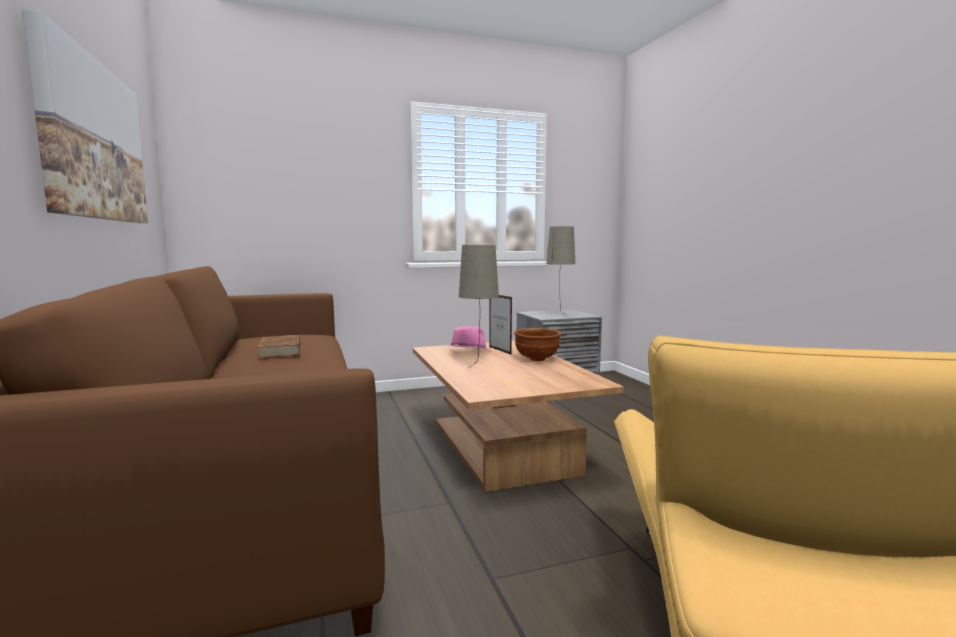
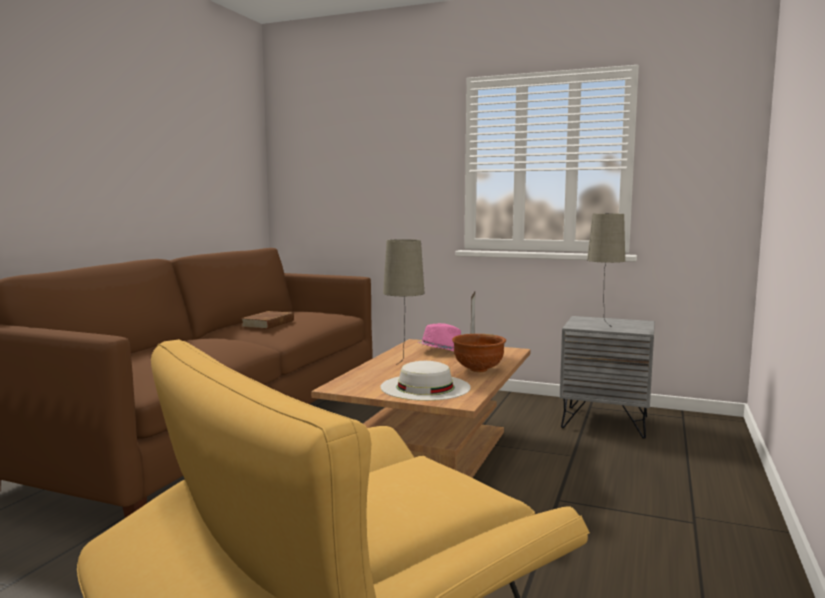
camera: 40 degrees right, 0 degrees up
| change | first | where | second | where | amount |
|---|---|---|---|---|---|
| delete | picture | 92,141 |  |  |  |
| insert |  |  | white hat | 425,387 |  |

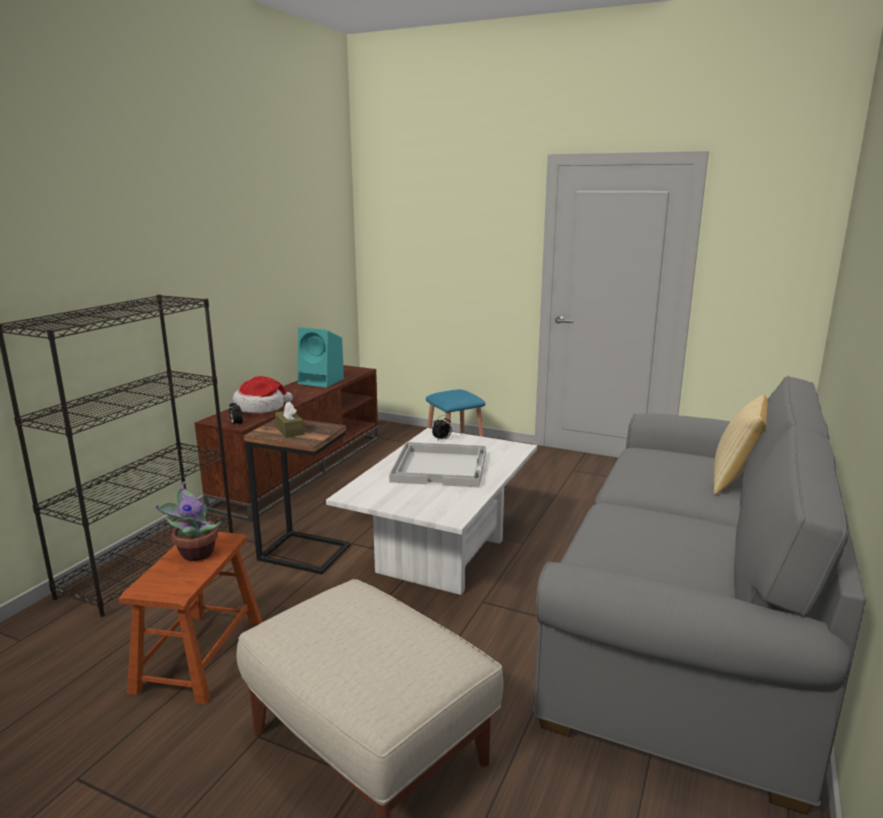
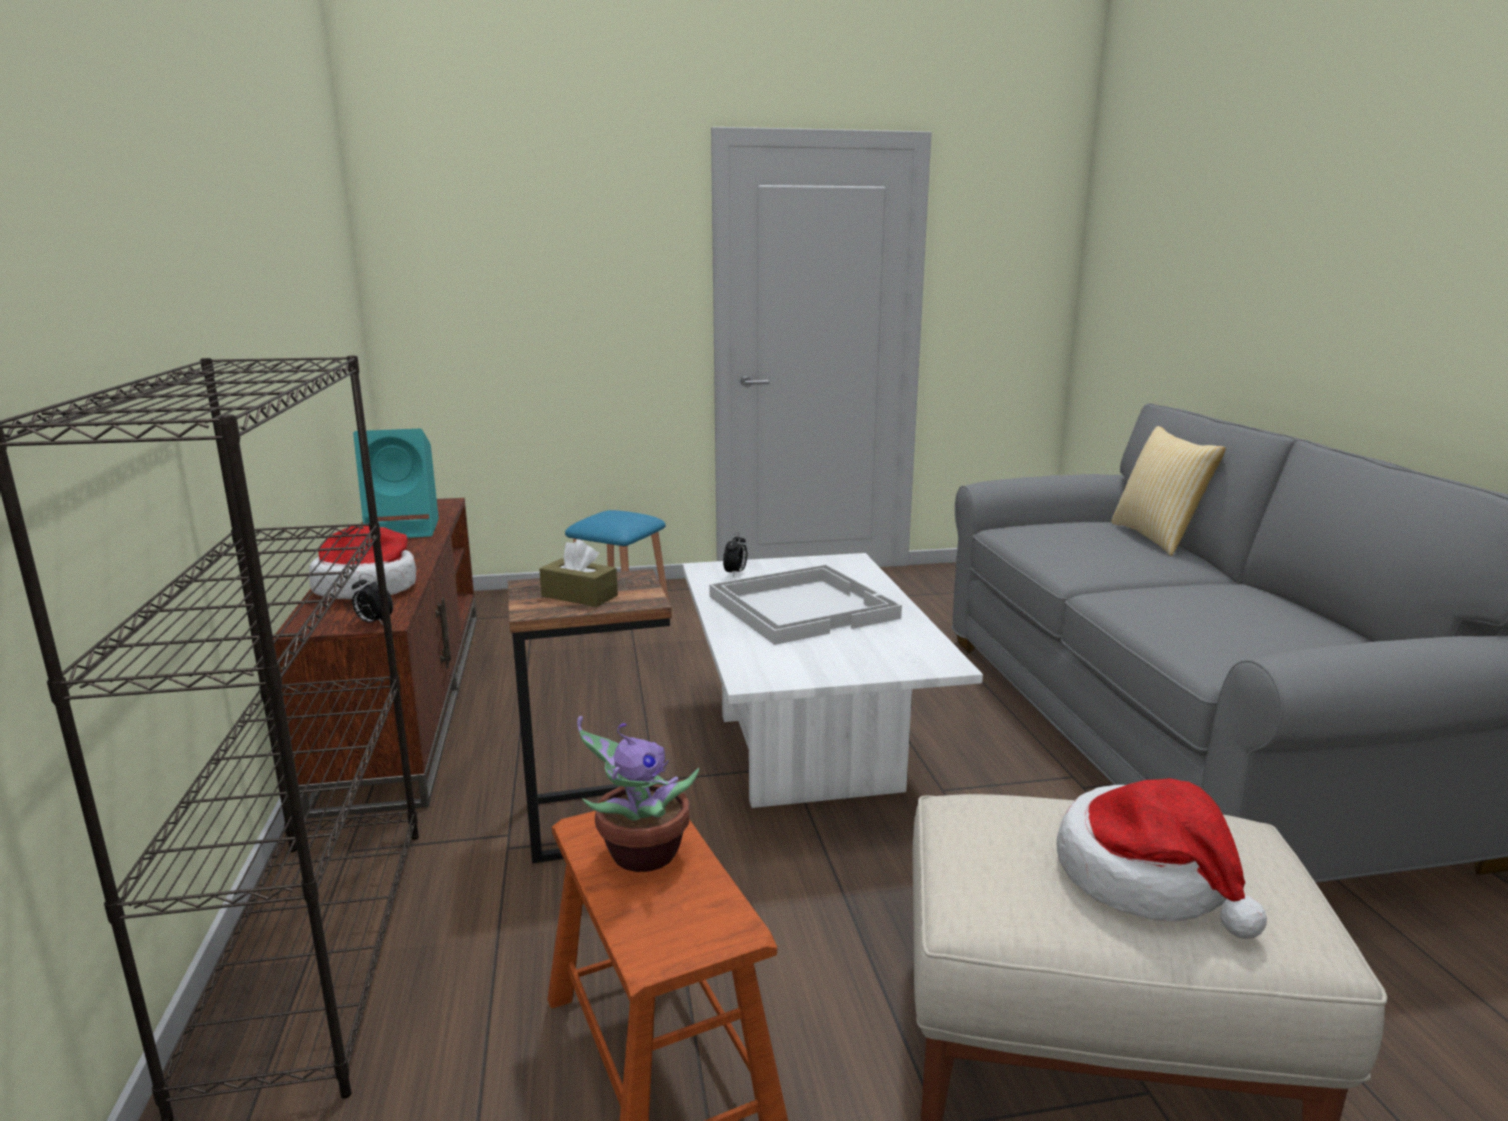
camera: 35 degrees left, 0 degrees up
| change | first | where | second | where | amount |
|---|---|---|---|---|---|
| insert |  |  | hat | 1147,878 |  |

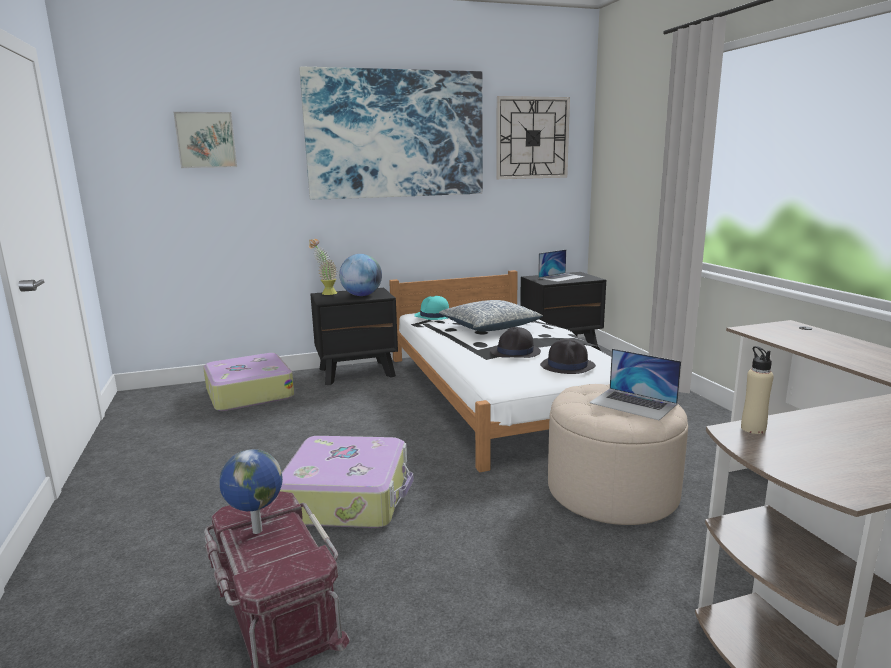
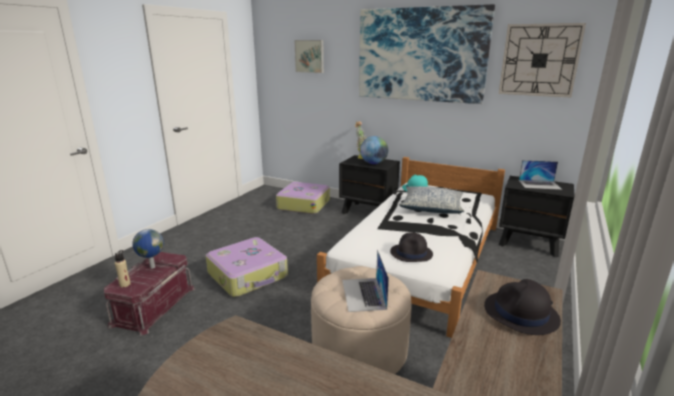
camera: 45 degrees right, 5 degrees up
| change | first | where | second | where | amount |
|---|---|---|---|---|---|
| move | black hat | 515,352 |  | 520,313 |  |
| move | beige bottle | 753,429 |  | 125,284 |  |

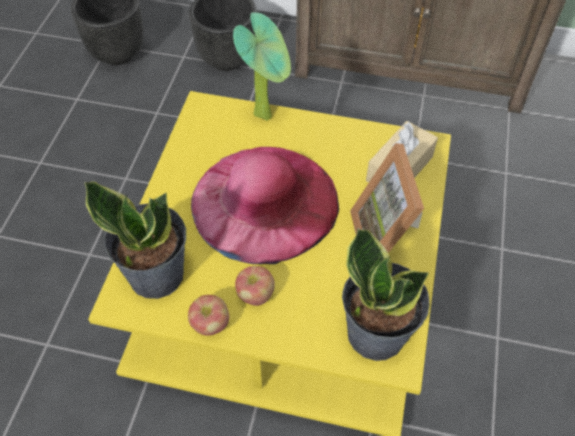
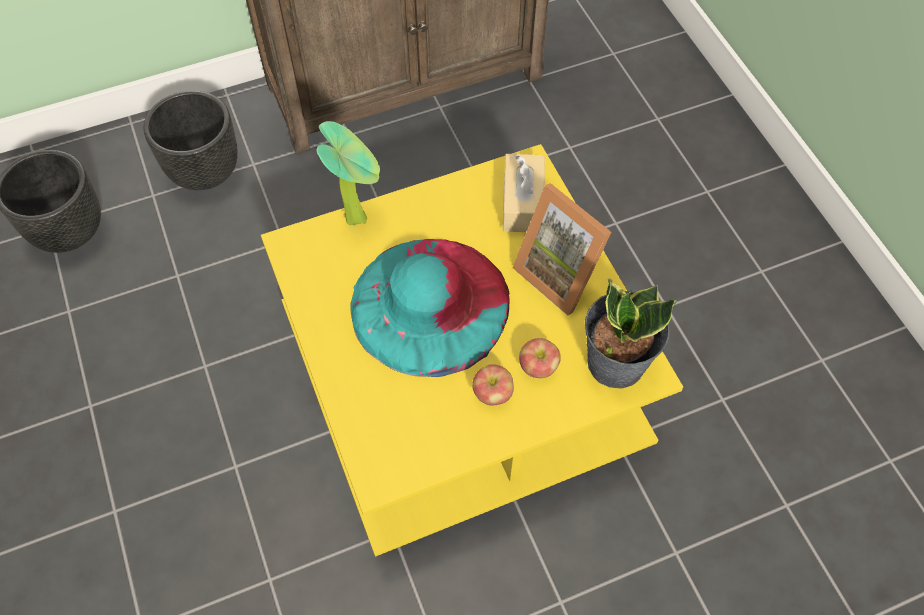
camera: 35 degrees left, 5 degrees up
| change | first | where | second | where | amount |
|---|---|---|---|---|---|
| delete | potted plant | 156,274 |  |  |  |
| move | apple | 210,324 |  | 538,367 |  |
| recolor | pink hat | 264,202 | turquoise hat | 430,304 |  |

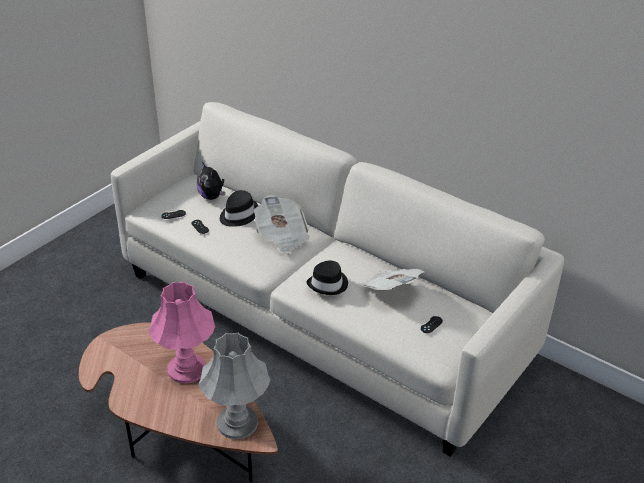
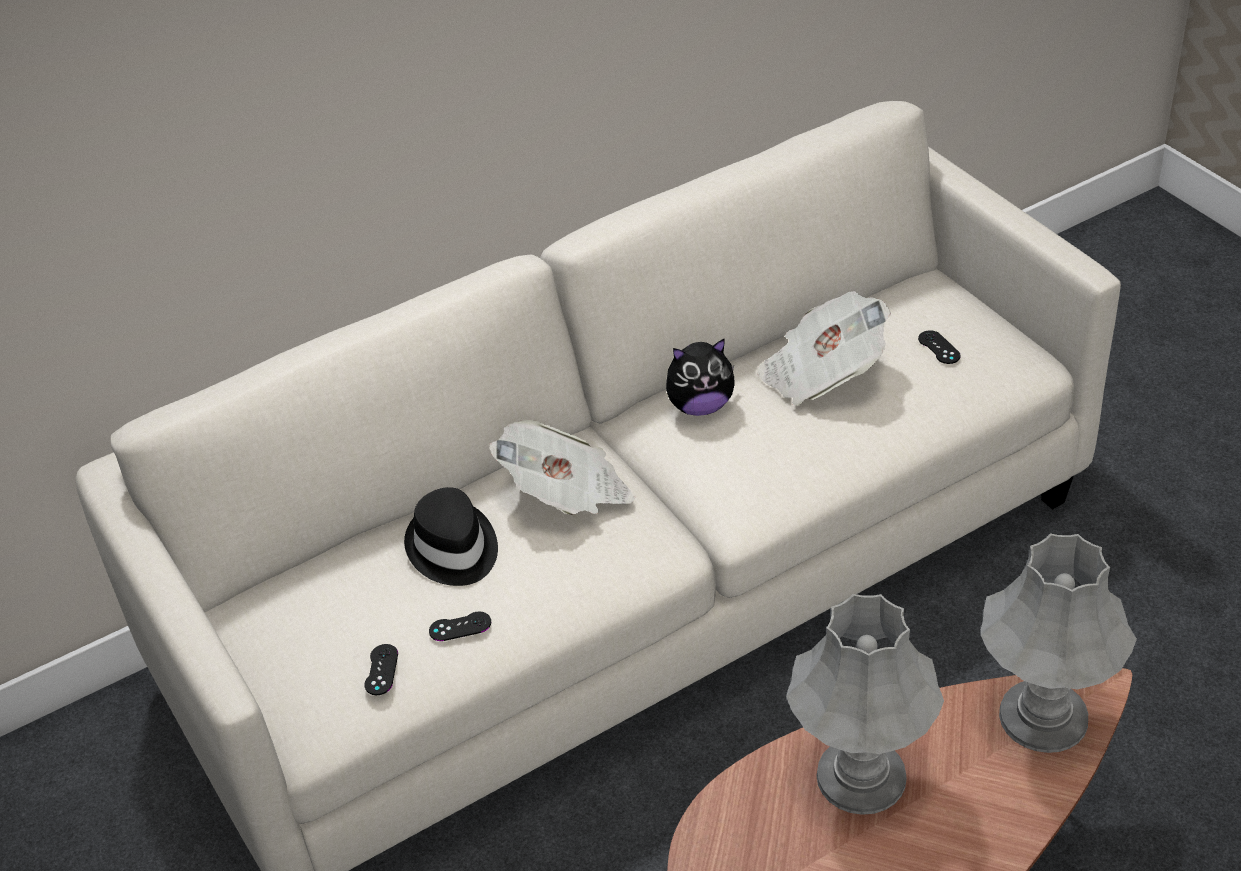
camera: 65 degrees left, 5 degrees up
| change | first | where | second | where | amount |
|---|---|---|---|---|---|
| recolor | pink table lamp | 186,368 | grey table lamp | 860,777 |  |
| move | plush toy | 212,197 |  | 700,406 |  |
| delete | black hat | 328,284 |  |  |  |

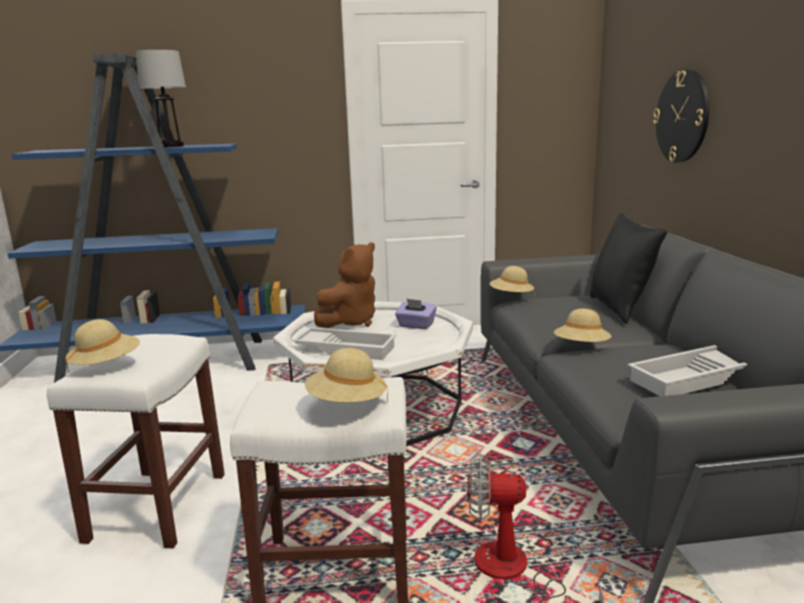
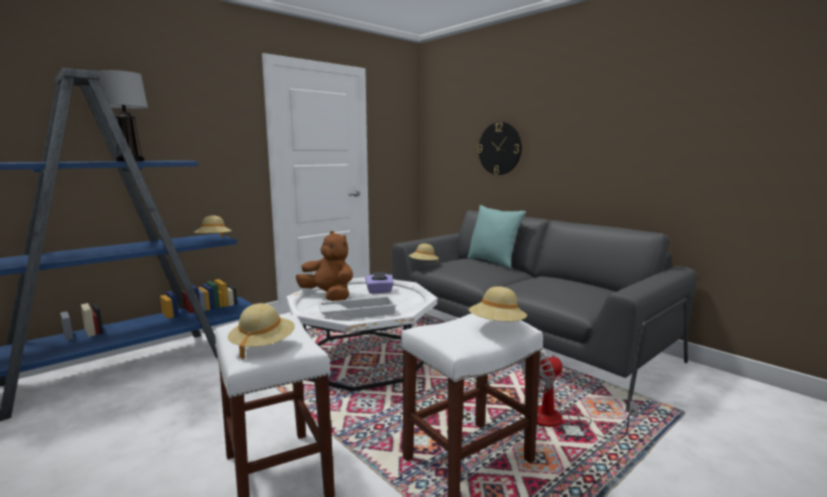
camera: 35 degrees left, 5 degrees down
| change | first | where | second | where | amount |
|---|---|---|---|---|---|
| rotate | brown plush toy | 350,322 |  | 329,296 | 60 degrees counterclockwise |
| move | beige hat | 581,347 |  | 214,240 |  |
| recolor | black pillow | 620,309 | turquoise pillow | 493,262 |  |
| delete | white tray | 693,379 |  |  |  |

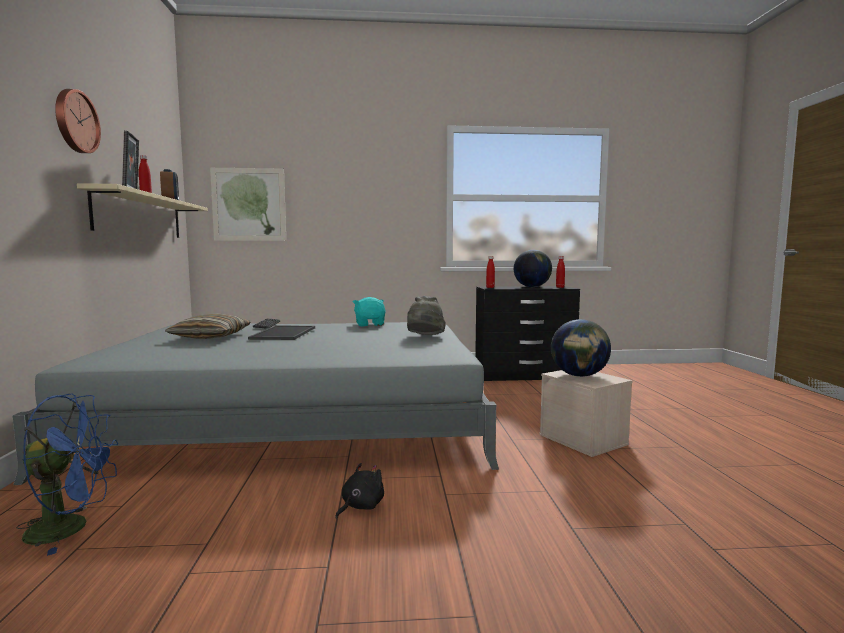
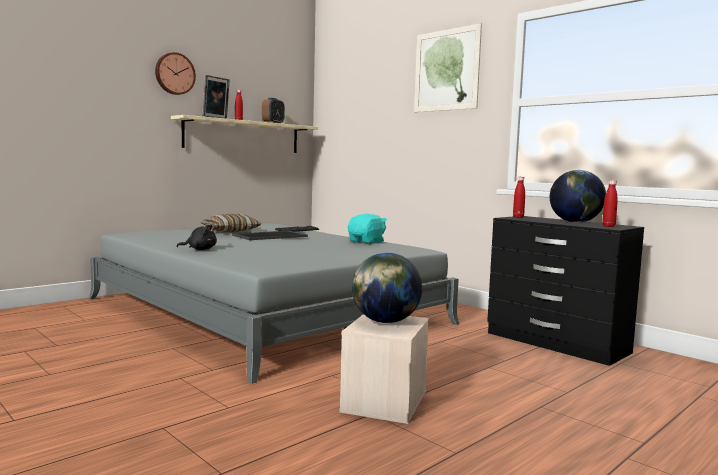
camera: 50 degrees right, 0 degrees up
| change | first | where | second | where | amount |
|---|---|---|---|---|---|
| delete | blue fan | 71,528 |  |  |  |
| move | picture | 249,204 |  | 446,70 |  |
| move | black plush toy | 360,506 |  | 200,249 |  |
| delete | grey hat | 425,337 |  |  |  |

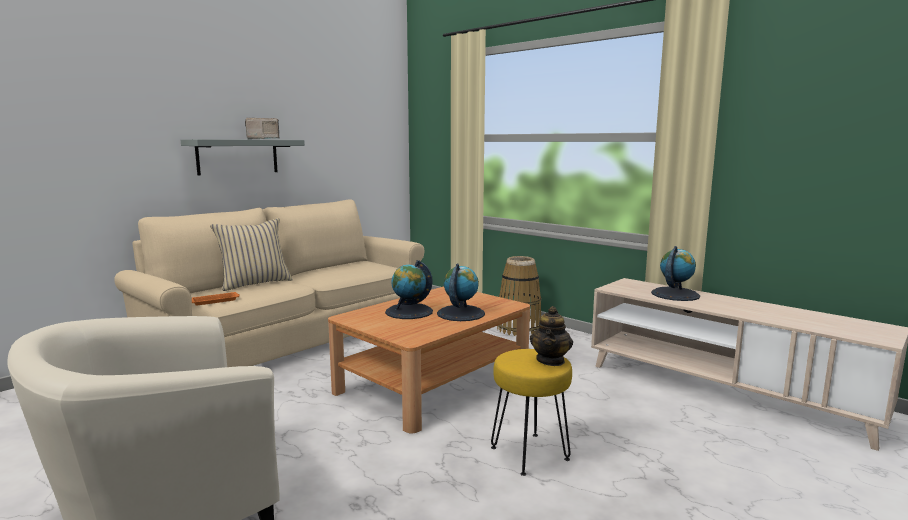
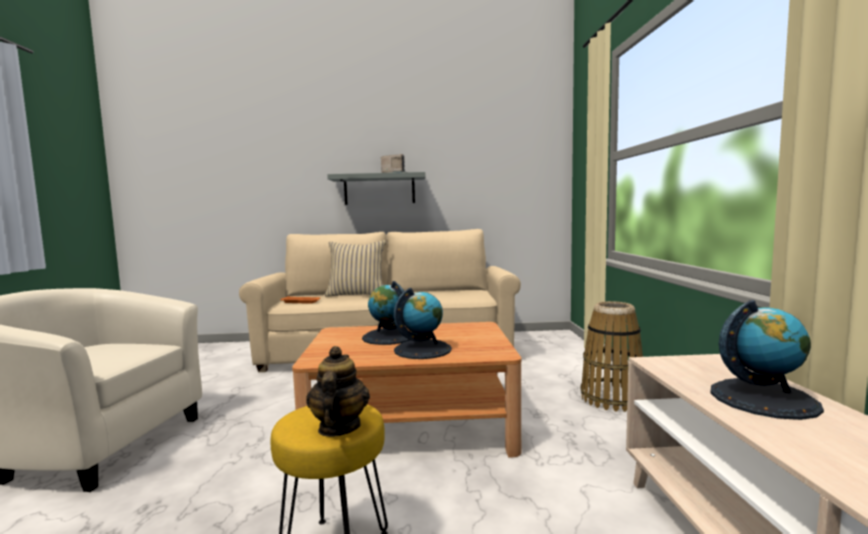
camera: 45 degrees right, 5 degrees down
| change | first | where | second | where | amount |
|---|---|---|---|---|---|
| rotate | teapot | 551,360 |  | 338,428 | 120 degrees clockwise |

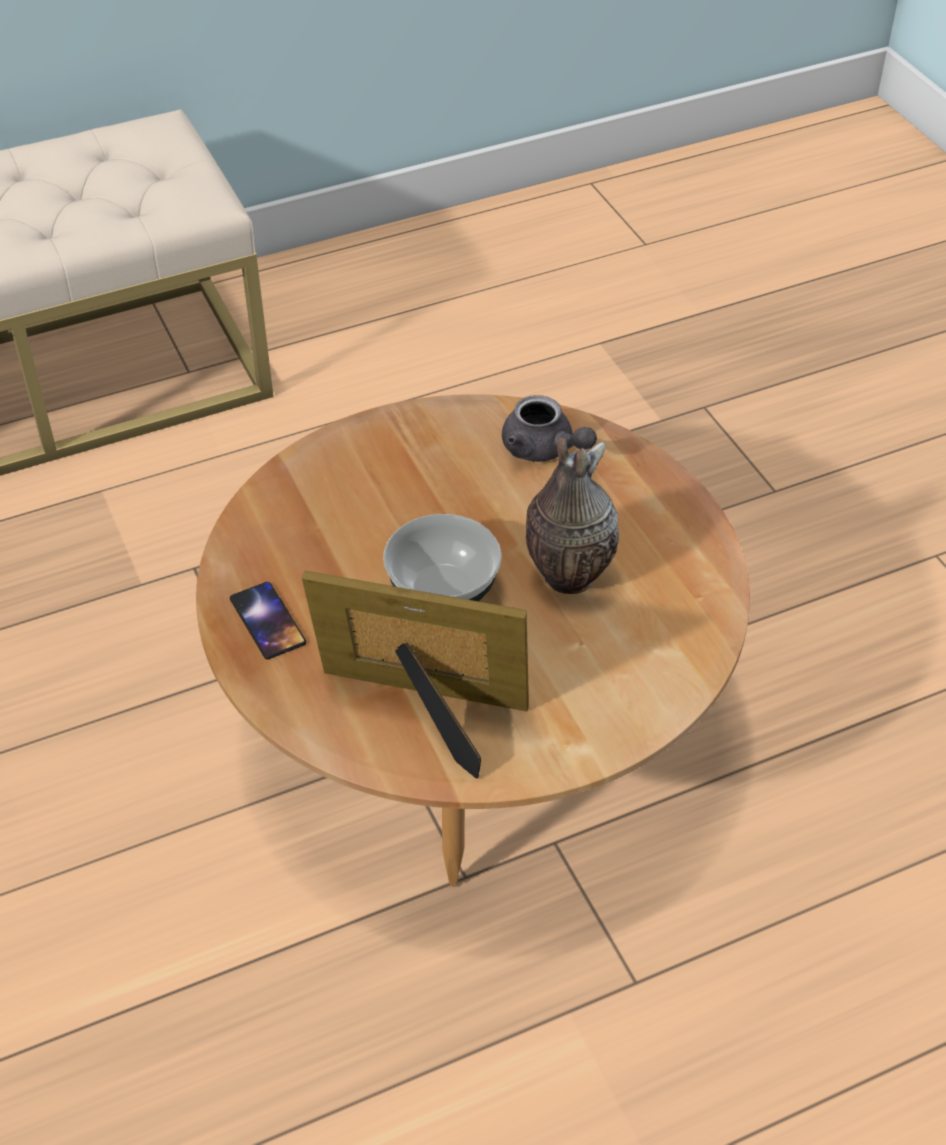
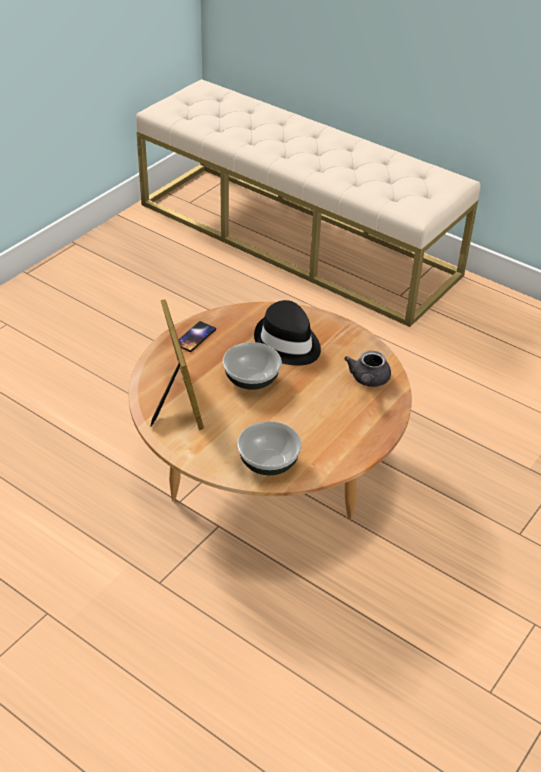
camera: 60 degrees right, 5 degrees down
| change | first | where | second | where | amount |
|---|---|---|---|---|---|
| delete | vase | 565,577 |  |  |  |
| insert |  |  | bowl | 268,463 |  |
| insert |  |  | black hat | 287,343 |  |

